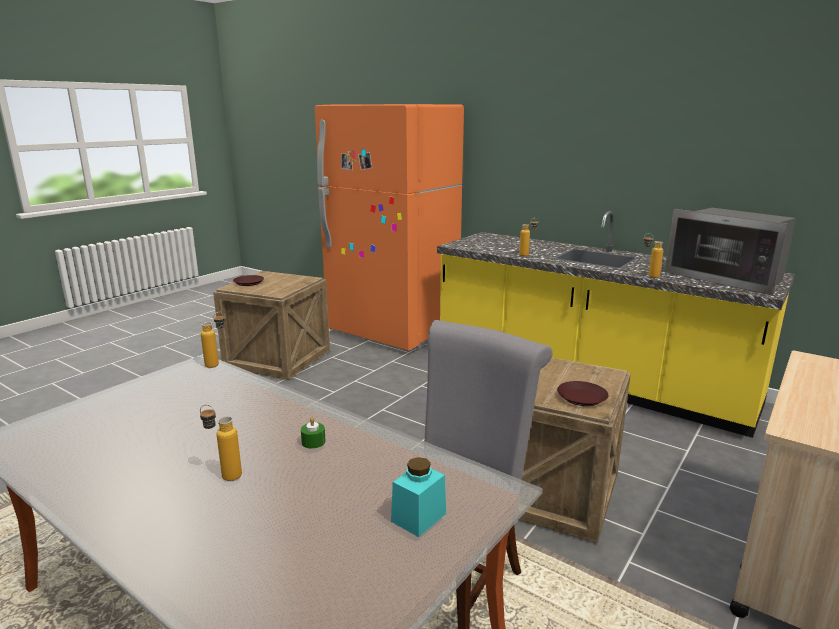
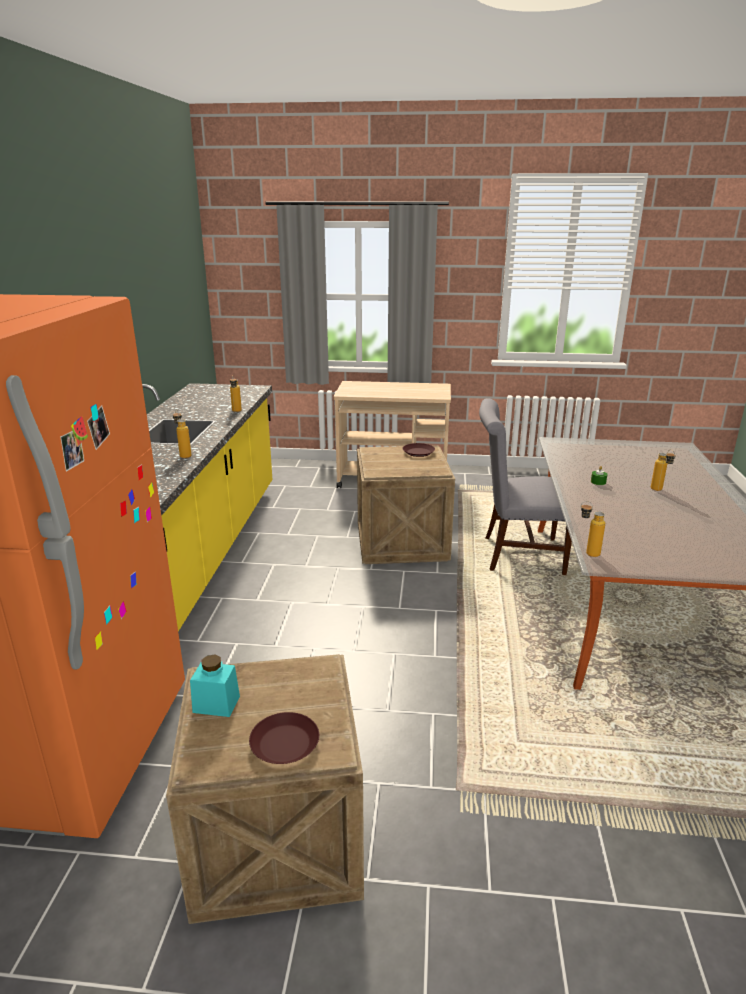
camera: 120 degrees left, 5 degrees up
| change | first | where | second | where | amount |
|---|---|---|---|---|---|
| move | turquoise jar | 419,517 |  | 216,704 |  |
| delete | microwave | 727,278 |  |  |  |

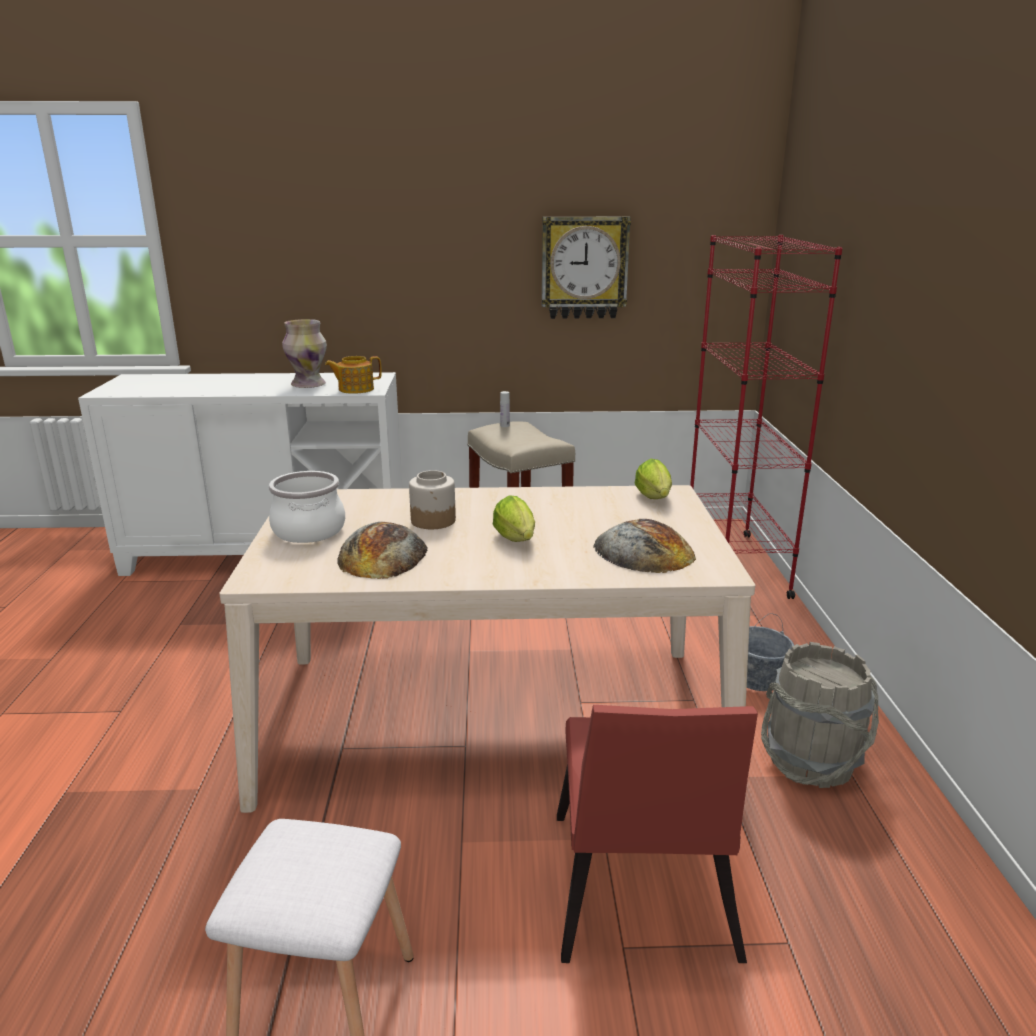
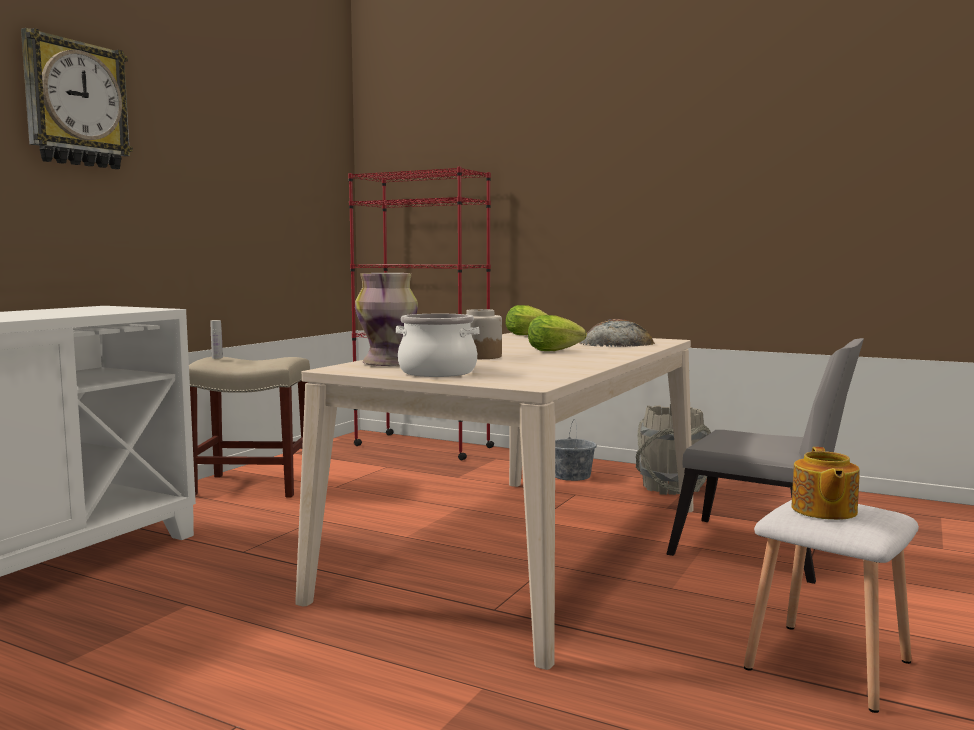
camera: 60 degrees left, 15 degrees down
| change | first | where | second | where | amount |
|---|---|---|---|---|---|
| move | vase | 309,385 |  | 388,363 |  |
| move | teapot | 355,389 |  | 823,510 |  |
| delete | bread | 383,555 |  |  |  |
| move | wall clock | 584,268 |  | 75,104 |  |
| recolor | red chair | 639,896 | grey chair | 764,552 |  |

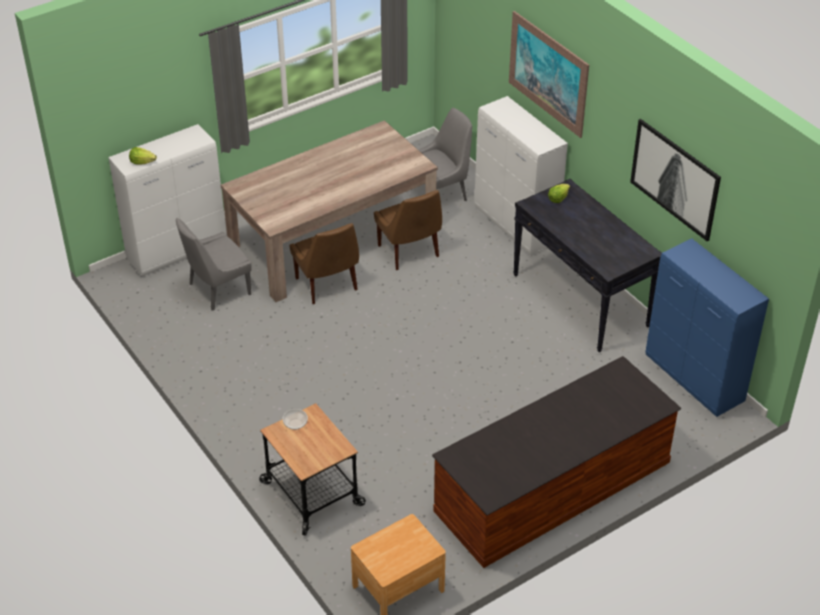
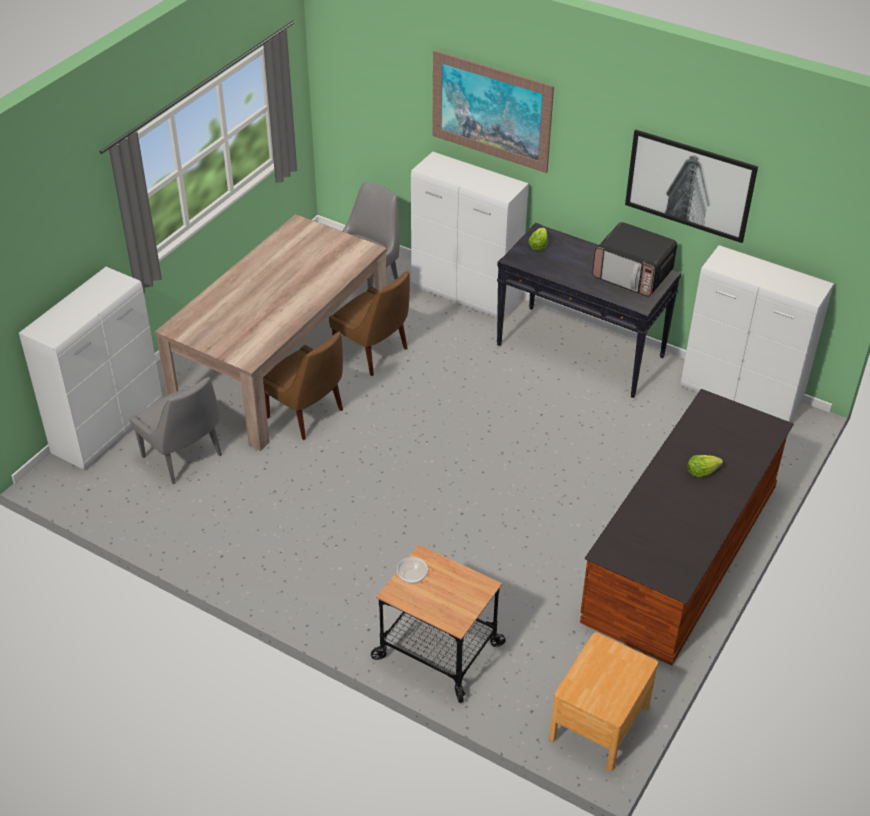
camera: 25 degrees left, 0 degrees up
| change | first | where | second | where | amount |
|---|---|---|---|---|---|
| move | lettuce | 142,162 |  | 701,472 |  |
| rotate | grey chair | 217,290 |  | 184,457 | 75 degrees counterclockwise |
| recolor | blue cabinet | 694,379 | white cabinet | 741,396 |  |
| insert |  |  | microwave | 633,275 |  |

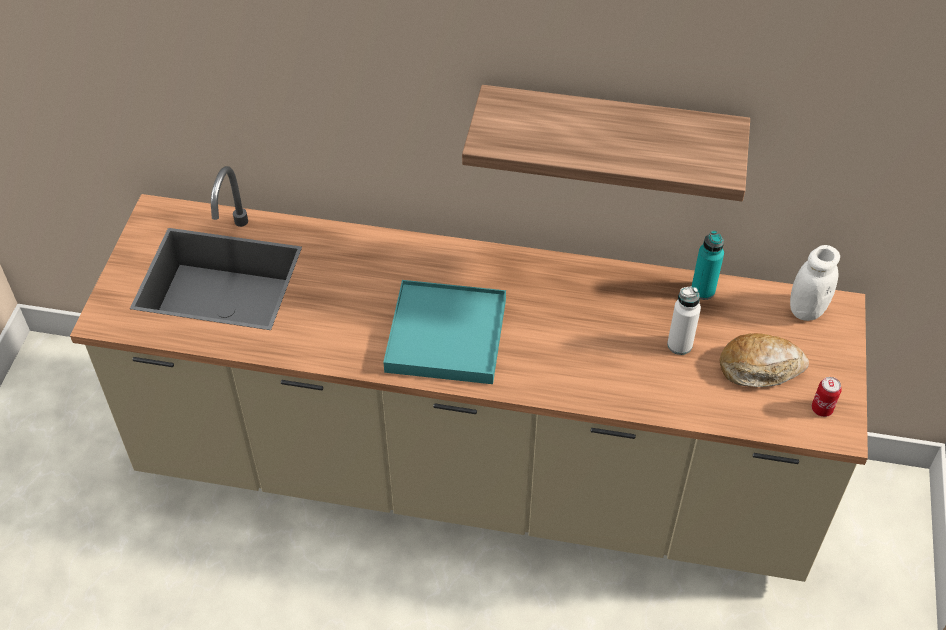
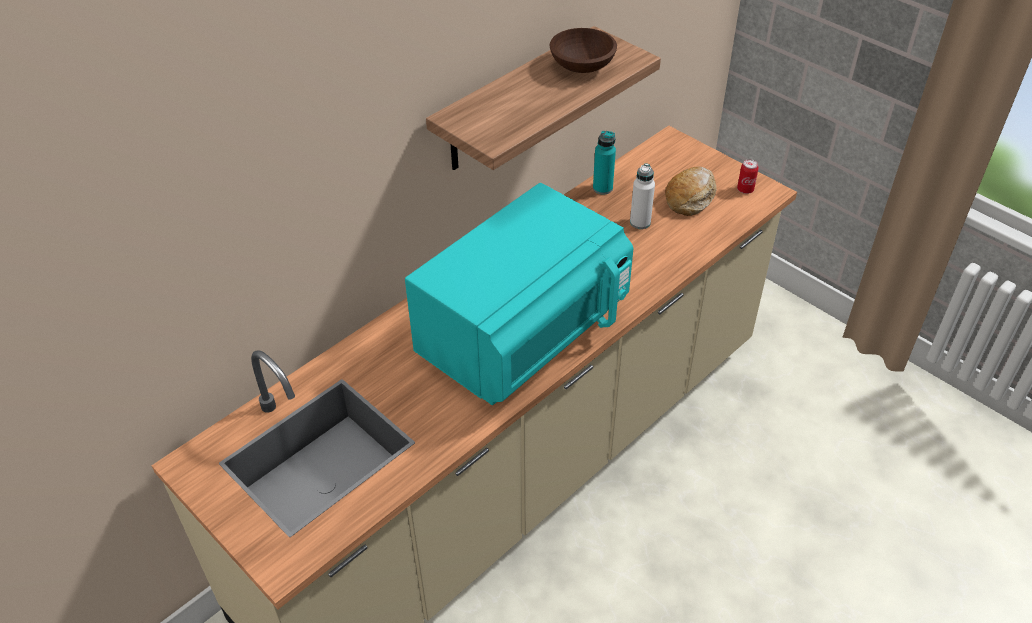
camera: 55 degrees left, 5 degrees down
| change | first | where | second | where | amount |
|---|---|---|---|---|---|
| replace | turquoise tray | 446,335 | turquoise microwave | 523,335 |  |
| delete | white jar | 806,310 |  |  |  |
| insert |  |  | brown bowl | 581,66 |  |

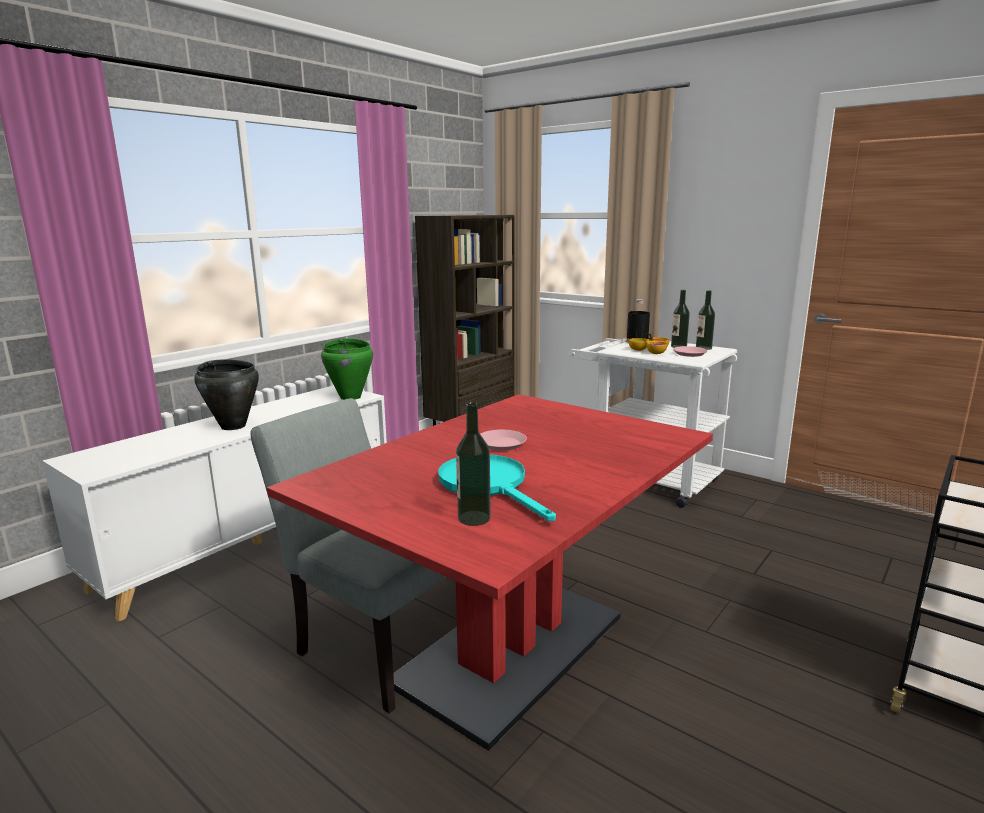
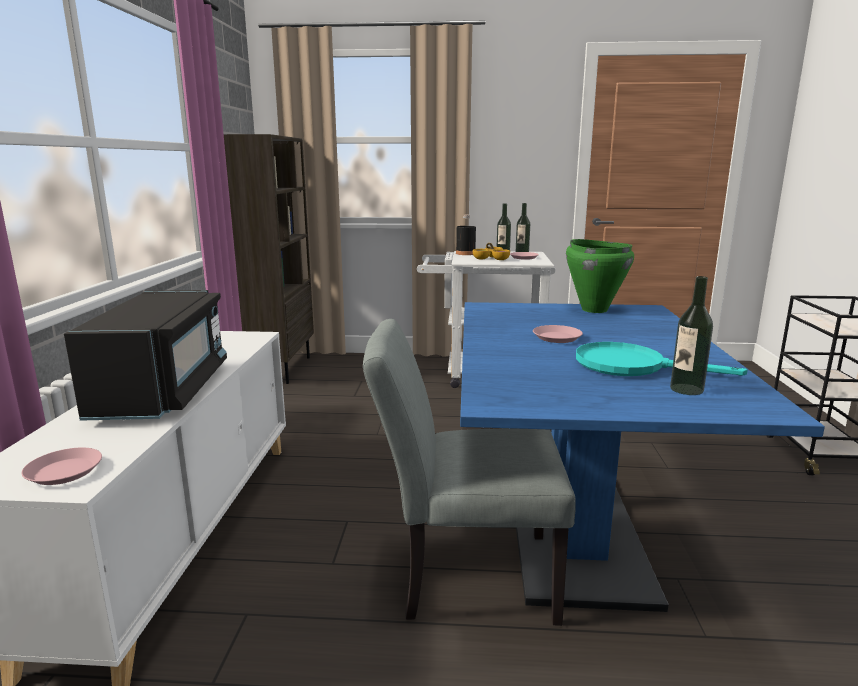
camera: 35 degrees left, 0 degrees up
| change | first | where | second | where | amount |
|---|---|---|---|---|---|
| replace | black cooking pot | 233,426 | black microwave | 163,391 |  |
| recolor | red dining table | 511,649 | blue dining table | 574,532 |  |
| move | green cooking pot | 350,397 |  | 594,310 |  |
| insert |  |  | pink plate | 64,471 |  |

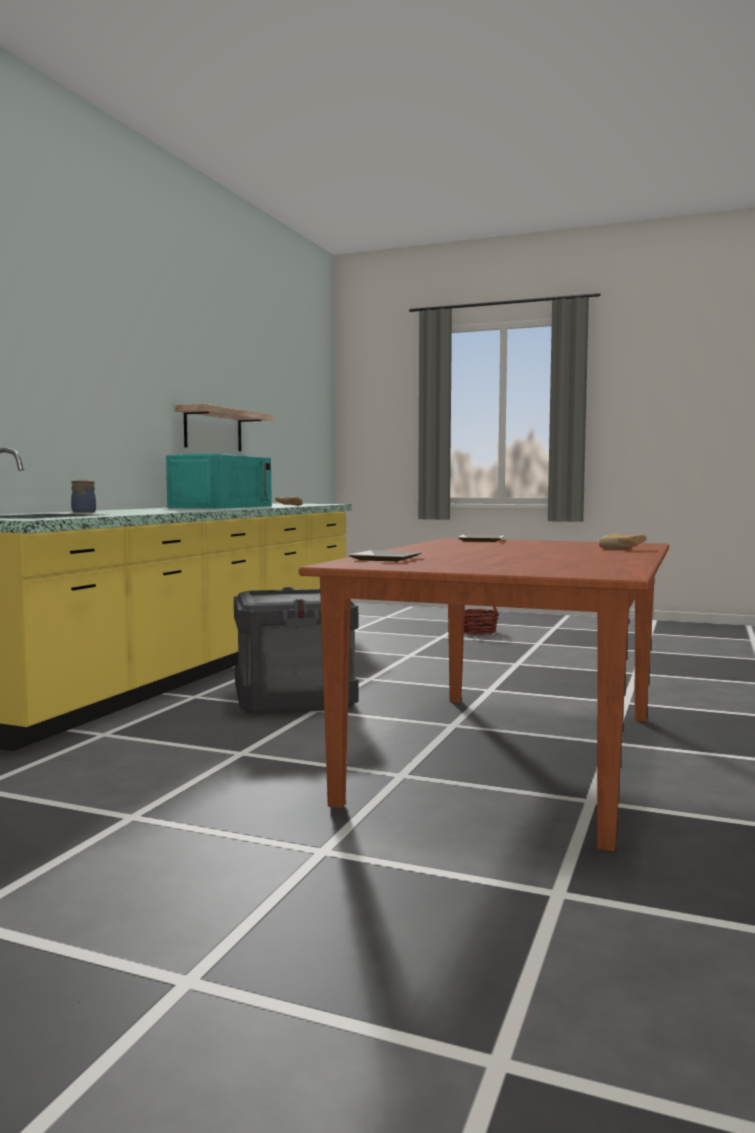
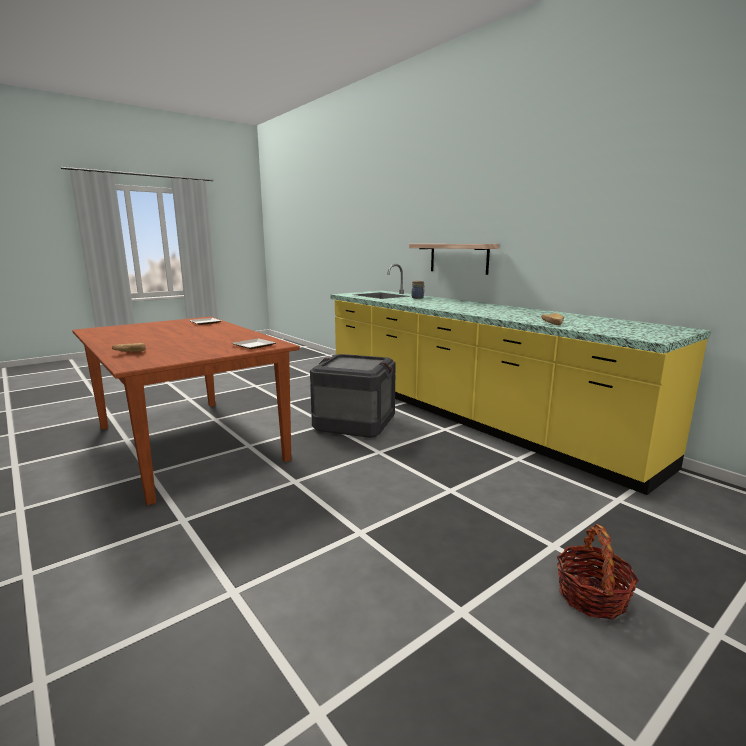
camera: 120 degrees right, 10 degrees up
| change | first | where | second | where | amount |
|---|---|---|---|---|---|
| delete | turquoise microwave | 221,507 |  |  |  |
| move | shelf | 213,430 |  | 458,258 |  |

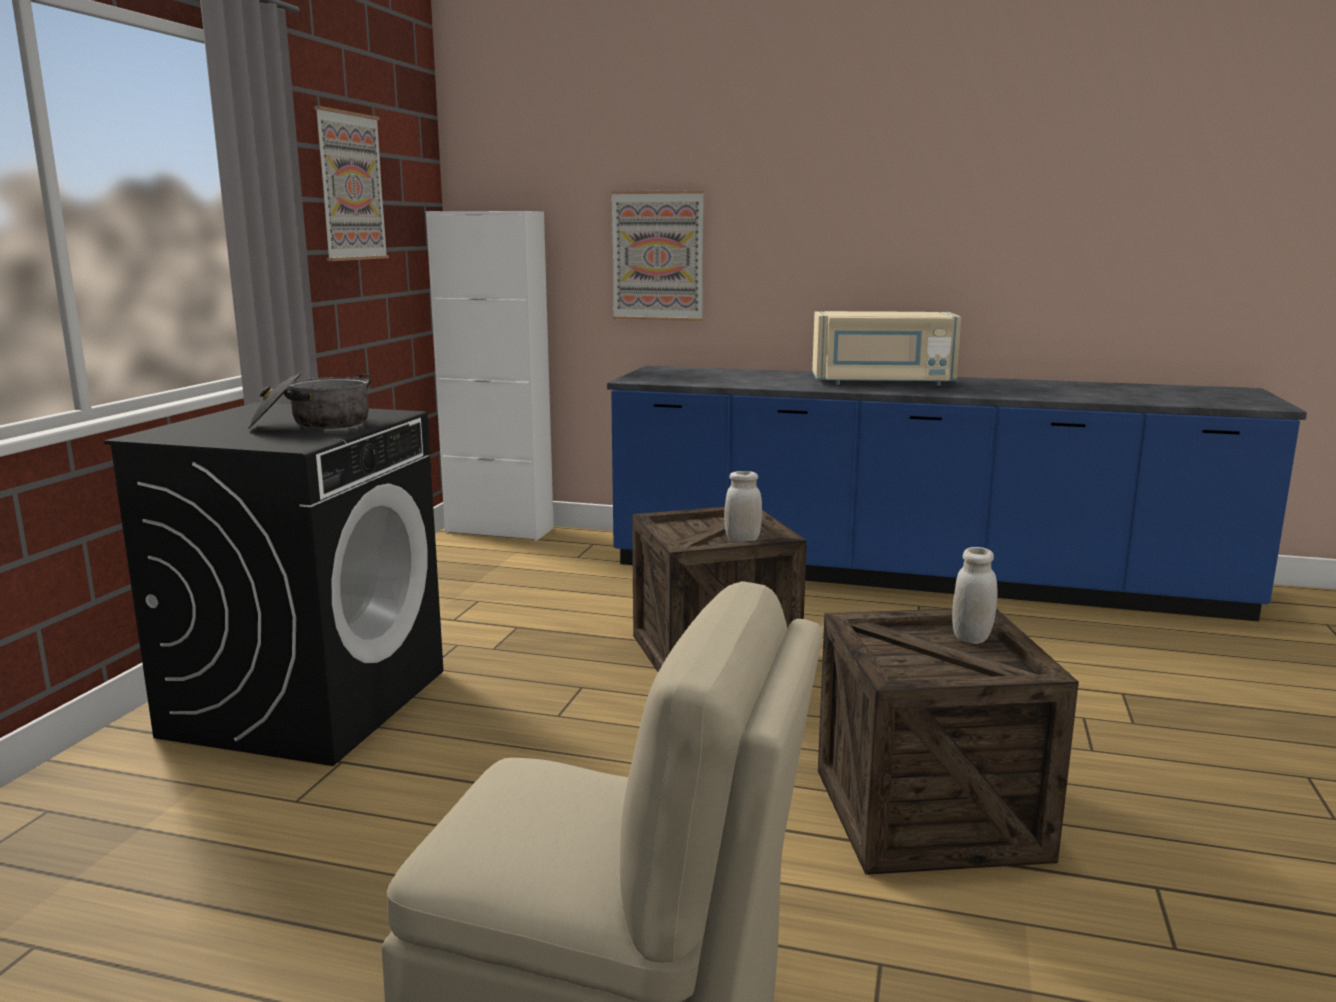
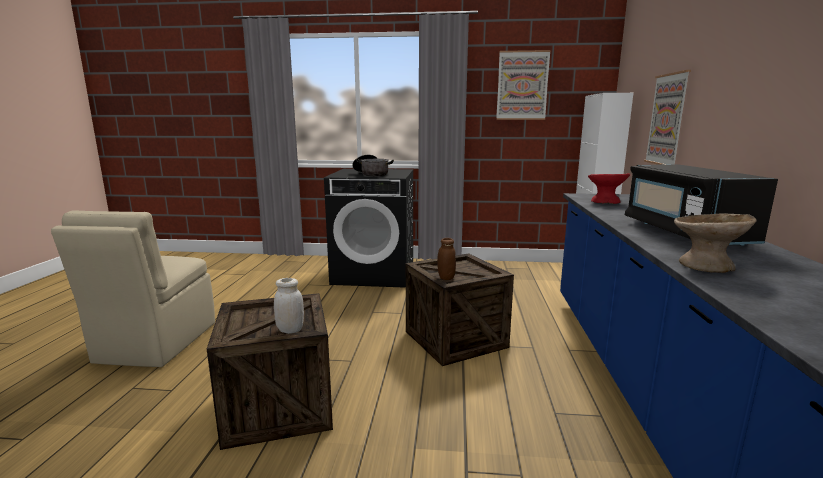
camera: 80 degrees right, 0 degrees up
| change | first | where | second | where | amount |
|---|---|---|---|---|---|
| recolor | white jar | 742,540 | brown jar | 446,277 |  |
| recolor | beige microwave | 882,382 | black microwave | 683,232 |  |
| insert |  |  | red bowl | 605,201 |  |
| insert |  |  | beige bowl | 706,265 |  |

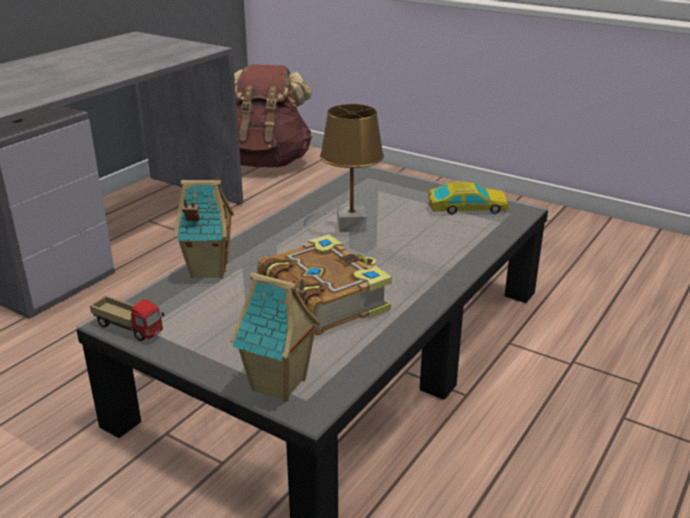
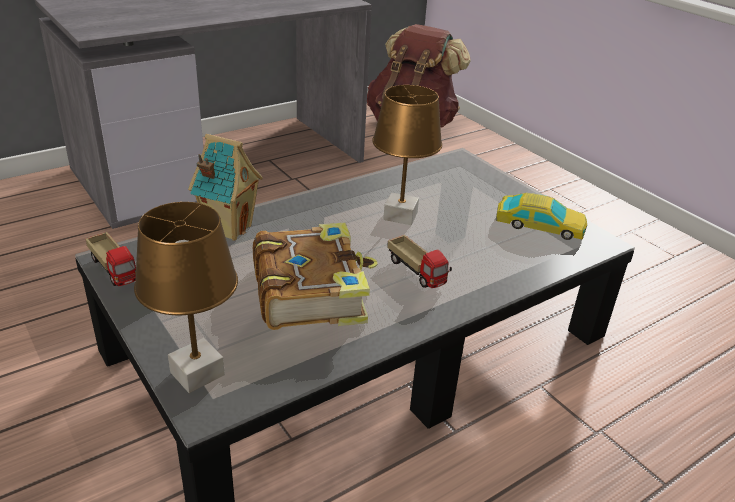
camera: 20 degrees right, 5 degrees up
| change | first | where | second | where | amount |
|---|---|---|---|---|---|
| replace | toy house | 280,386 | brown table lamp | 197,374 |  |
| insert |  |  | toy truck | 417,272 |  |

